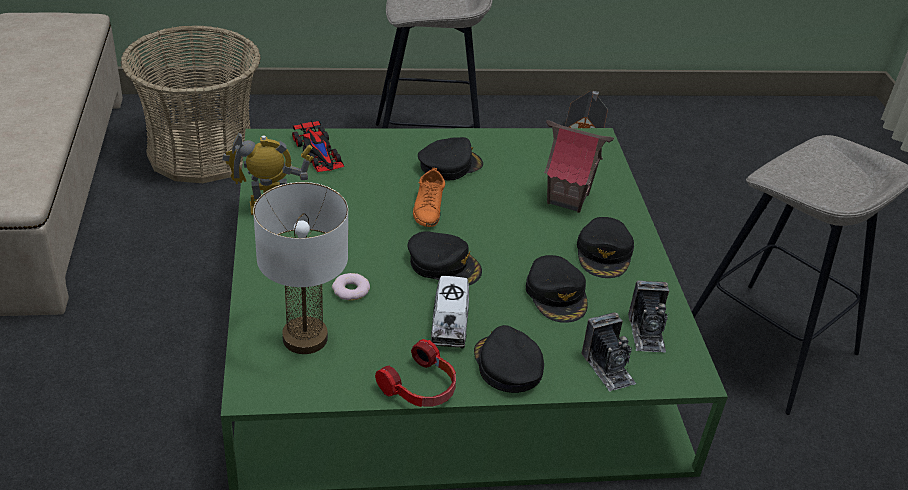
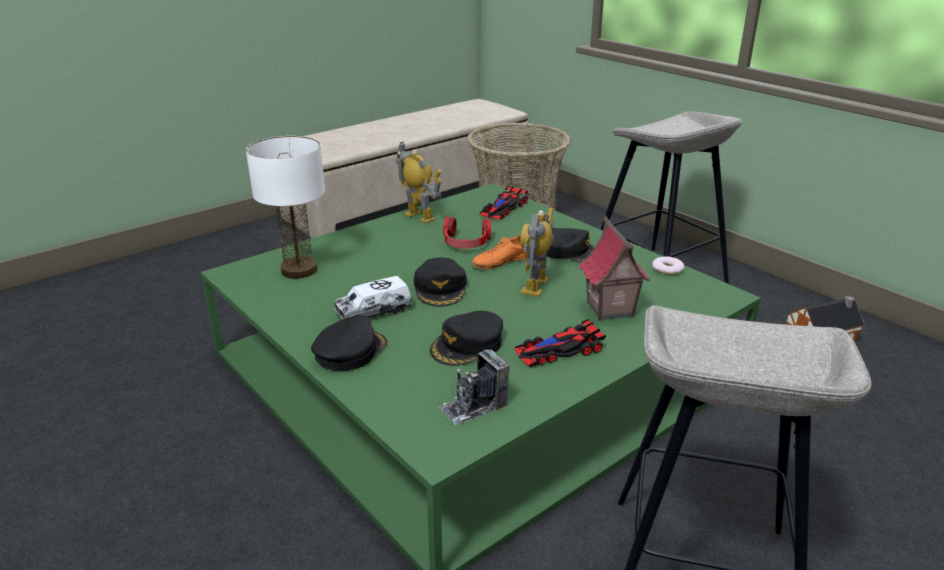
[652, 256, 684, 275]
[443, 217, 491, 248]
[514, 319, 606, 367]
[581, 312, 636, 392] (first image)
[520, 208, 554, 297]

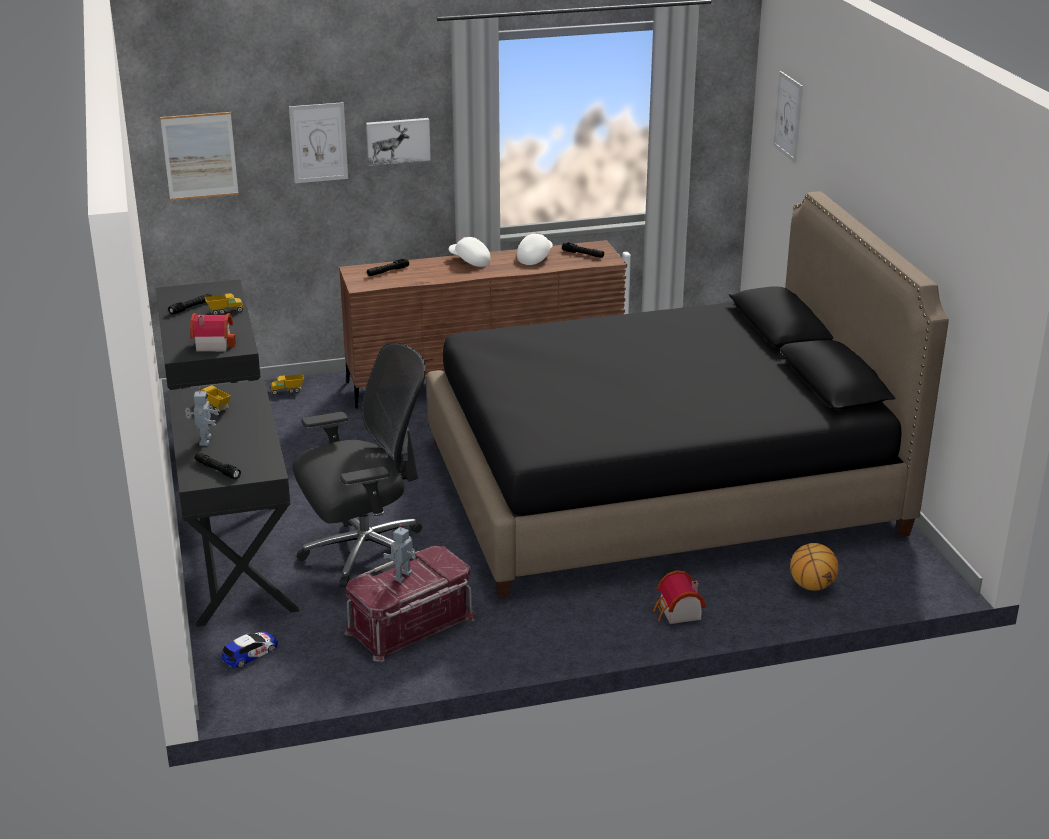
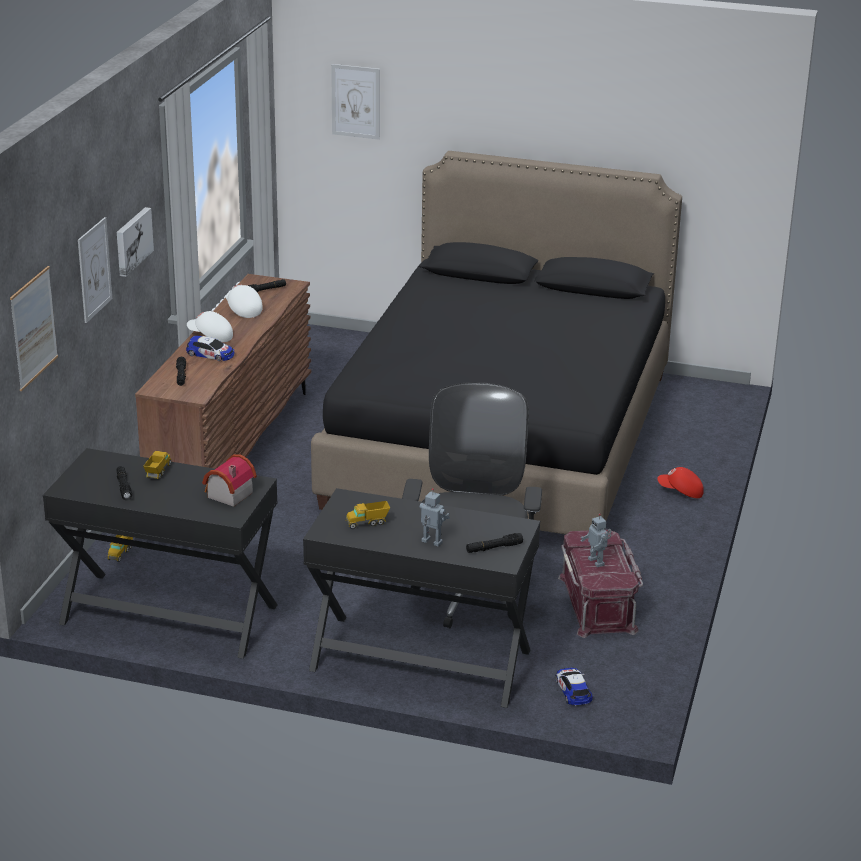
[187, 311, 233, 342]
[657, 467, 704, 498]
[790, 543, 839, 591] (first image)
[186, 336, 234, 361]

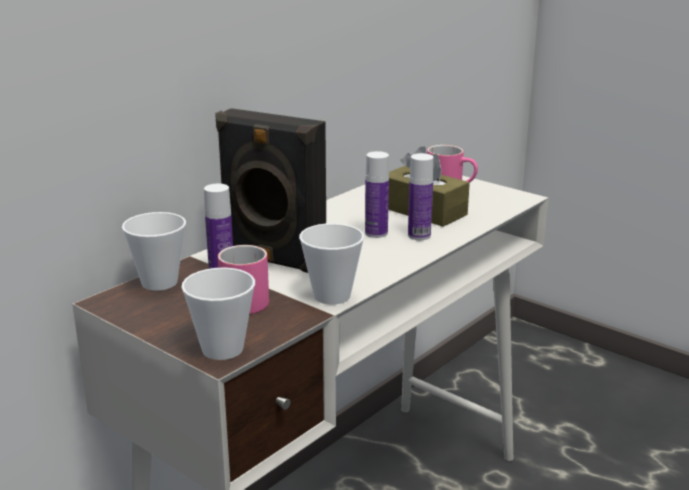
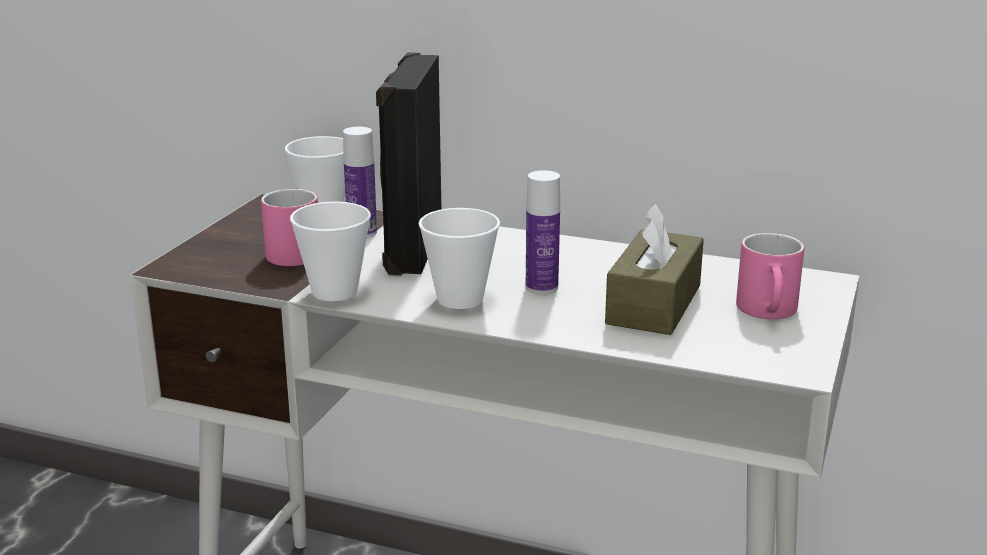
[418, 208, 500, 309]
[408, 153, 434, 240] (first image)

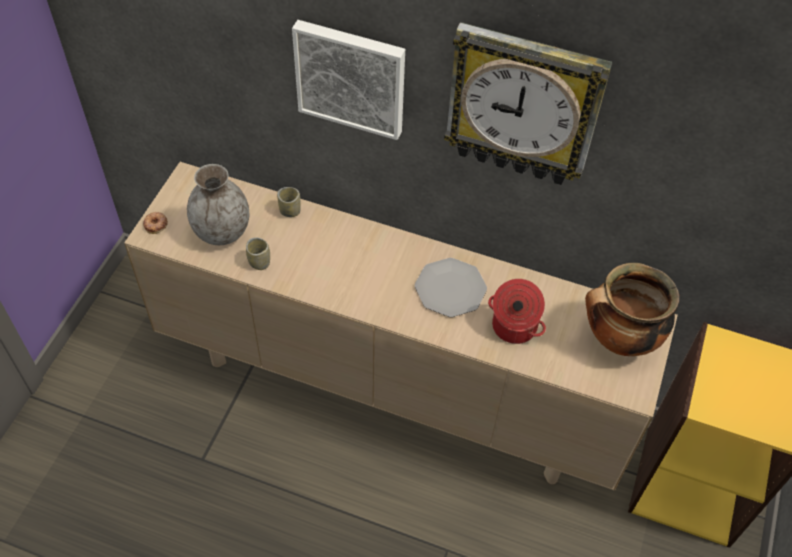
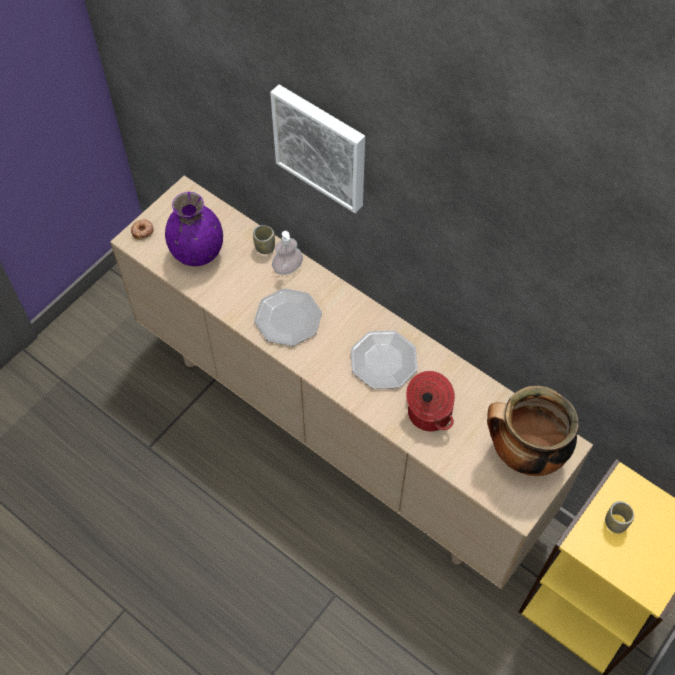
[165, 192, 223, 266]
[605, 501, 634, 533]
[444, 22, 612, 185] (first image)
[254, 288, 322, 346]
[272, 231, 303, 275]

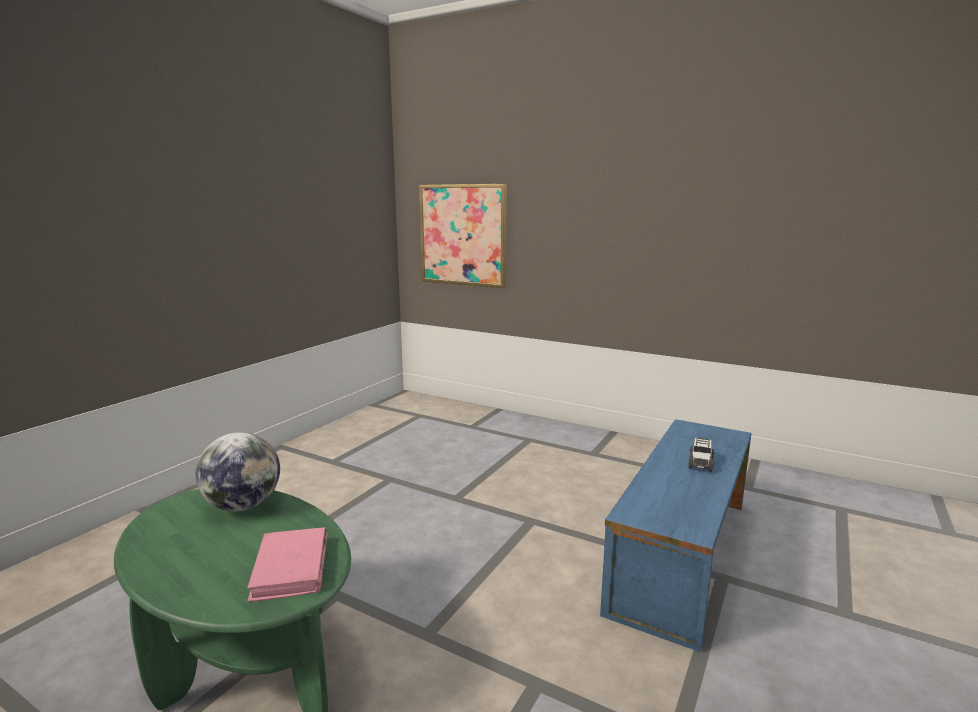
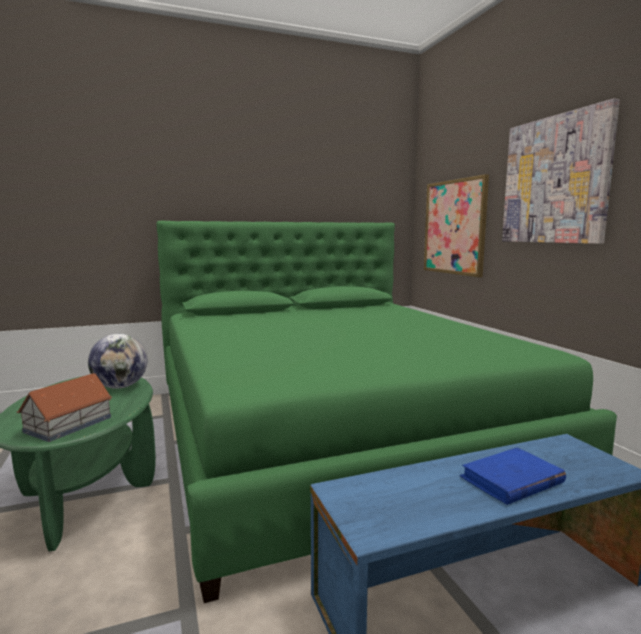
[17, 373, 112, 442]
[460, 448, 566, 505]
[156, 221, 617, 603]
[502, 98, 620, 244]

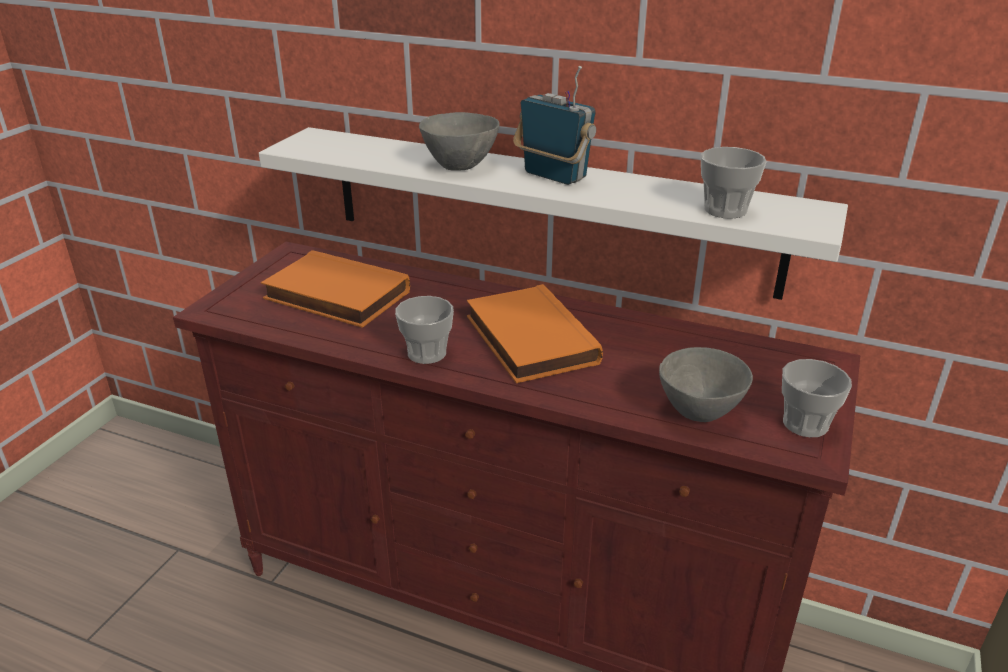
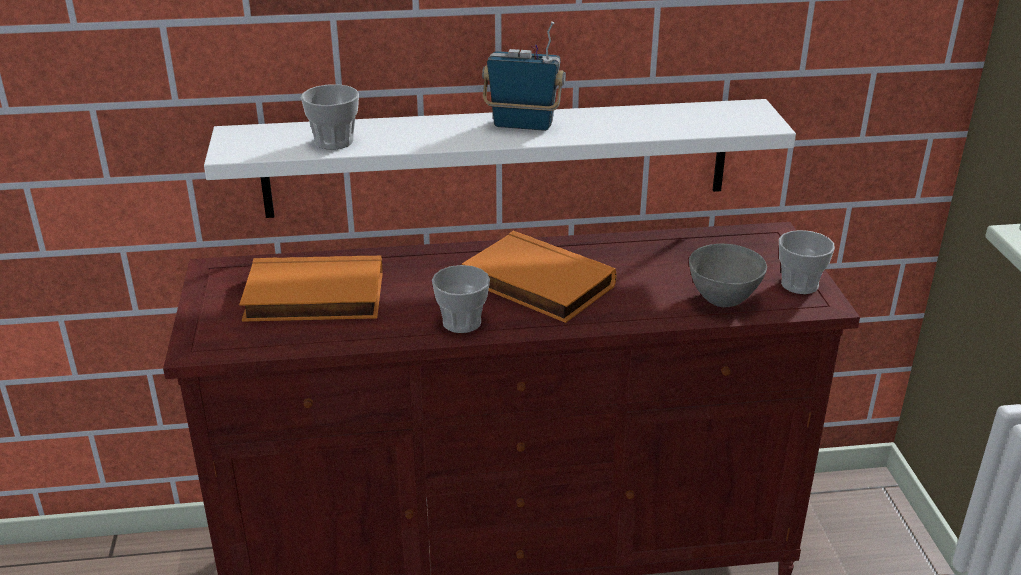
[419, 112, 500, 171] (first image)
[301, 84, 359, 149]

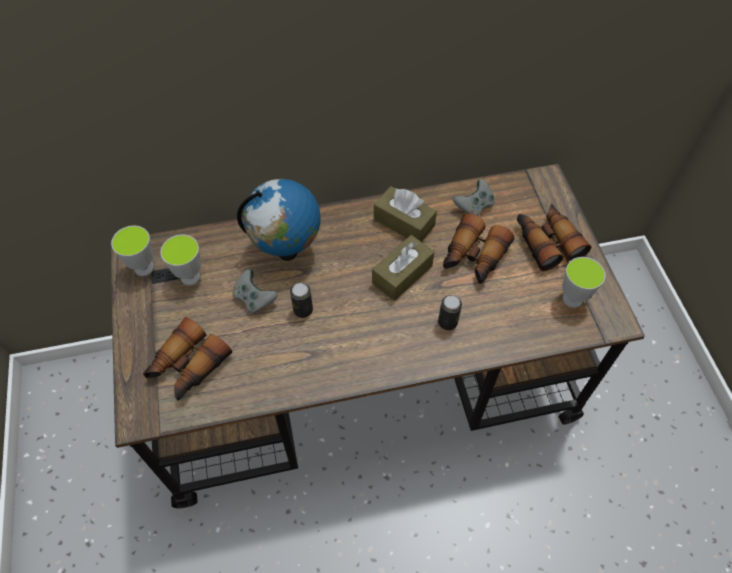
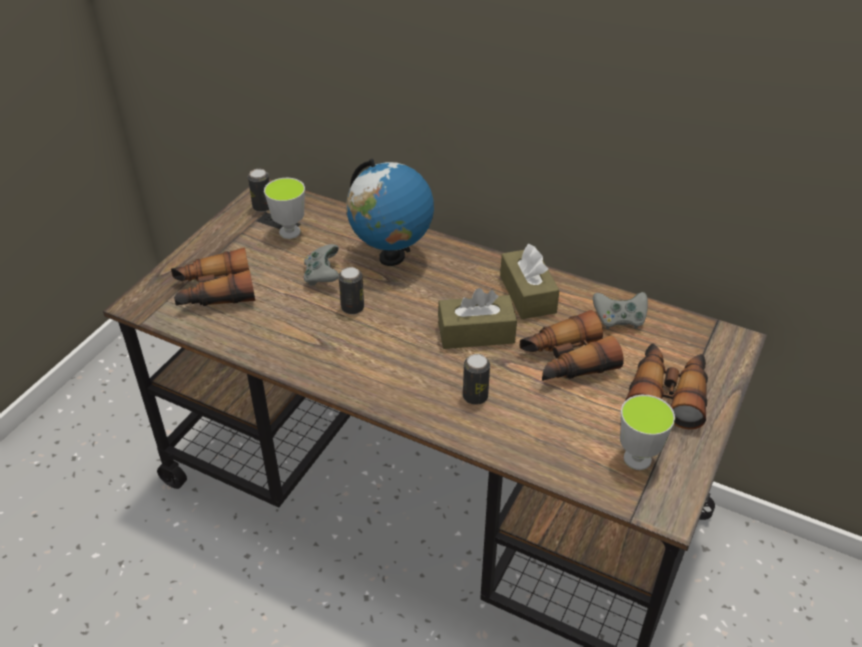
[248, 169, 270, 212]

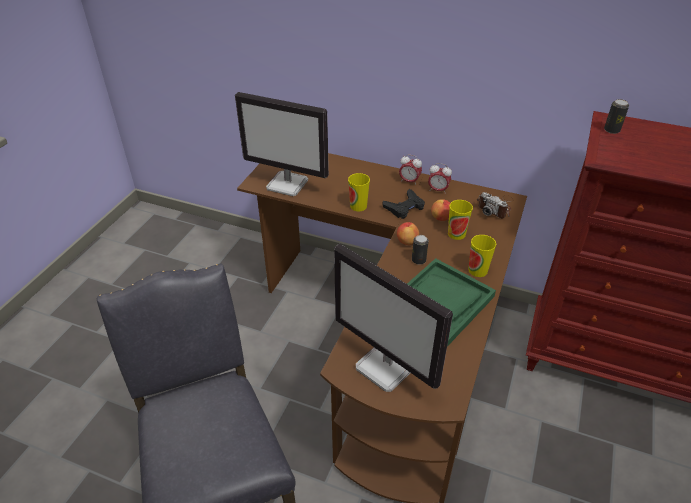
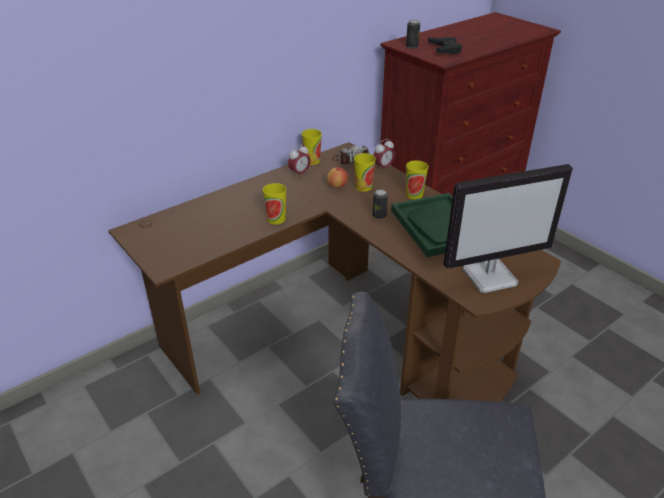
[235, 92, 329, 196] (first image)
[428, 37, 462, 54]
[397, 222, 419, 245] (first image)
[373, 139, 395, 170]
[302, 129, 322, 165]

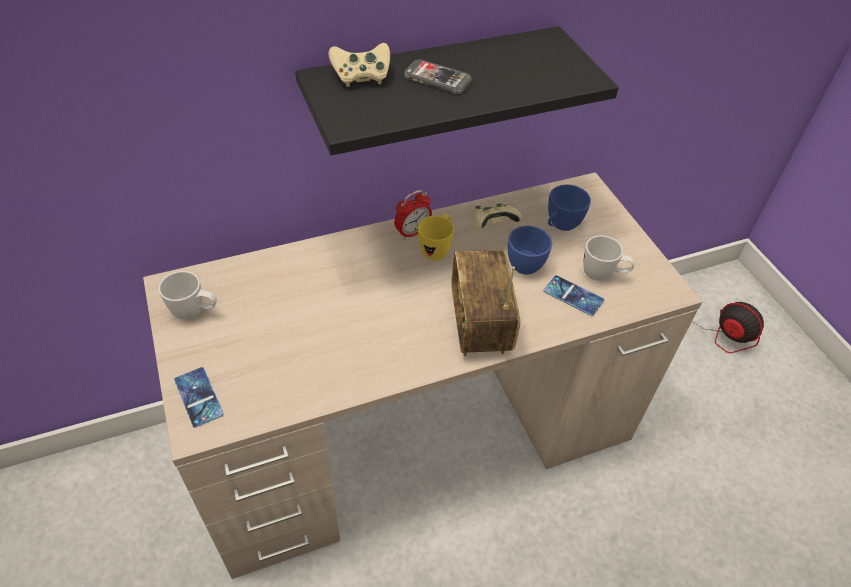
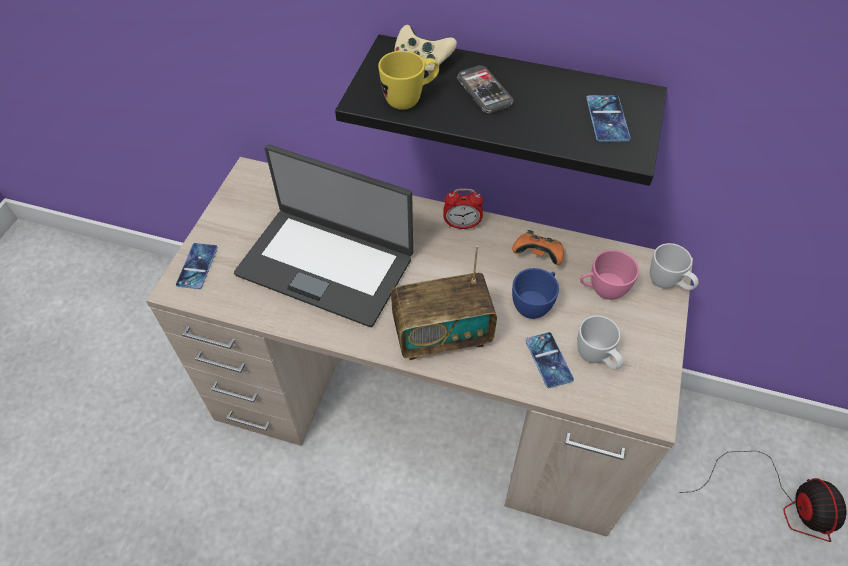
[650, 243, 699, 290]
[378, 51, 439, 110]
[391, 245, 497, 360]
[512, 230, 564, 265]
[580, 250, 639, 300]
[234, 145, 413, 327]
[586, 95, 631, 142]

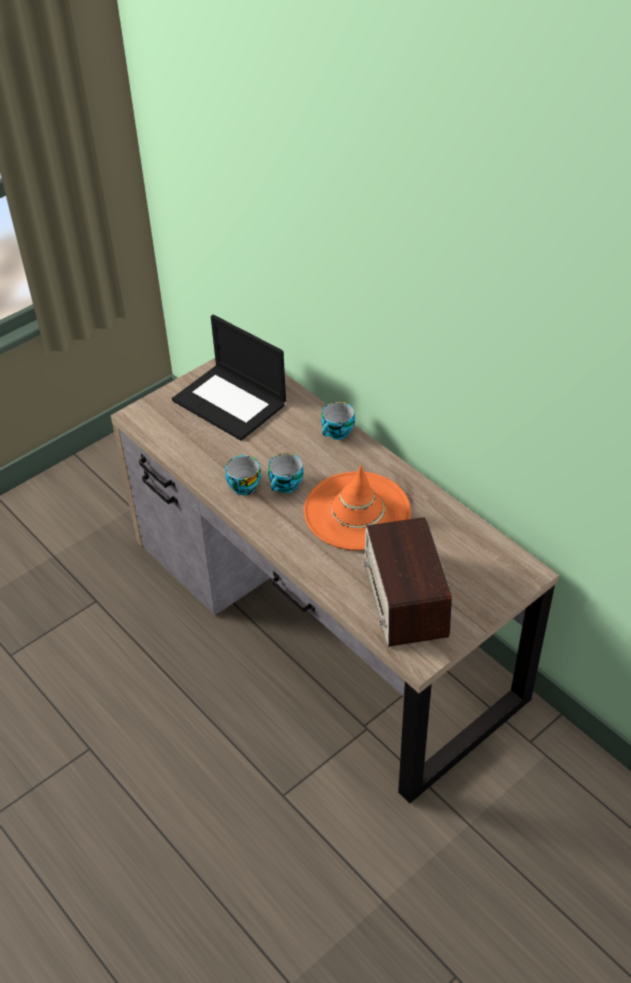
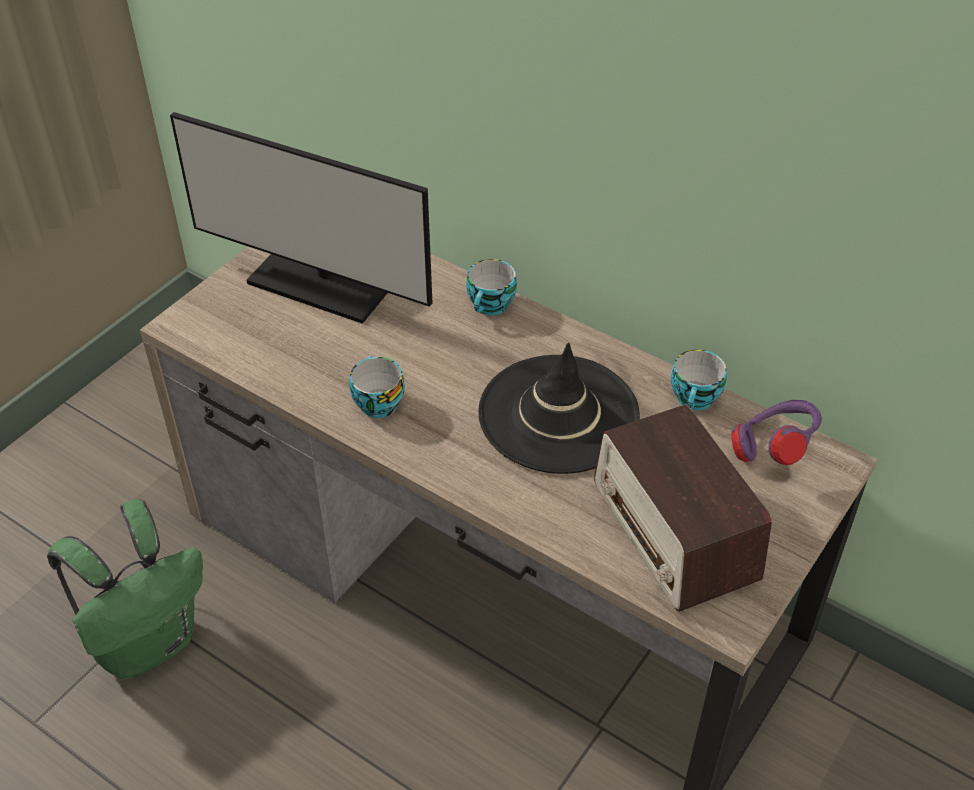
[170, 112, 432, 324]
[671, 350, 727, 410]
[478, 342, 640, 474]
[47, 499, 203, 679]
[731, 400, 822, 465]

